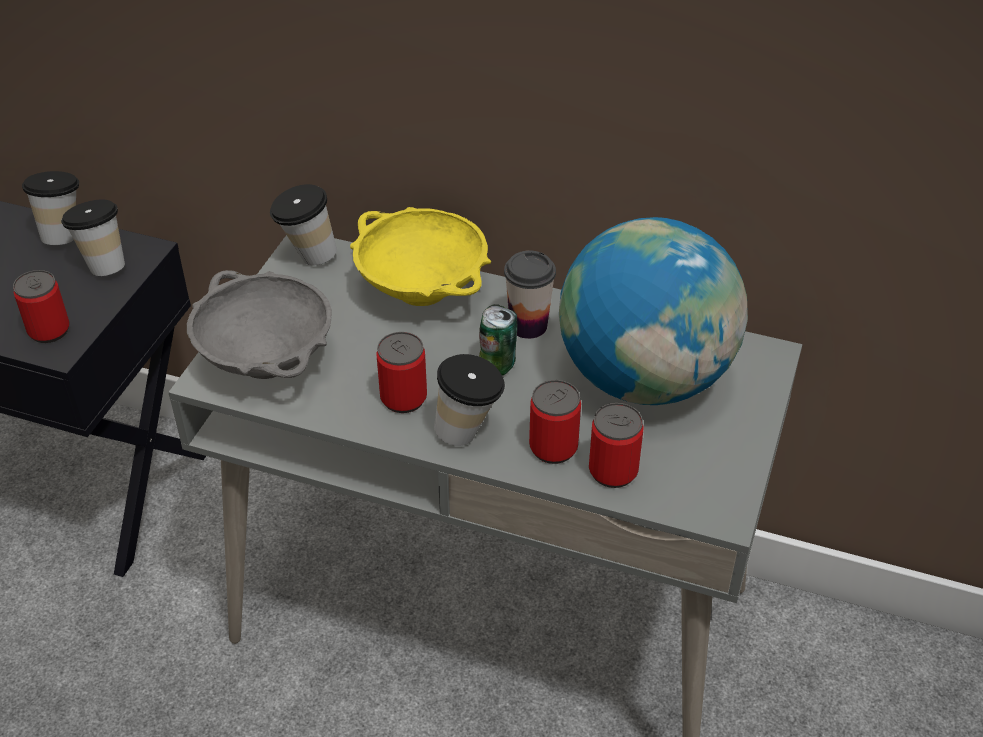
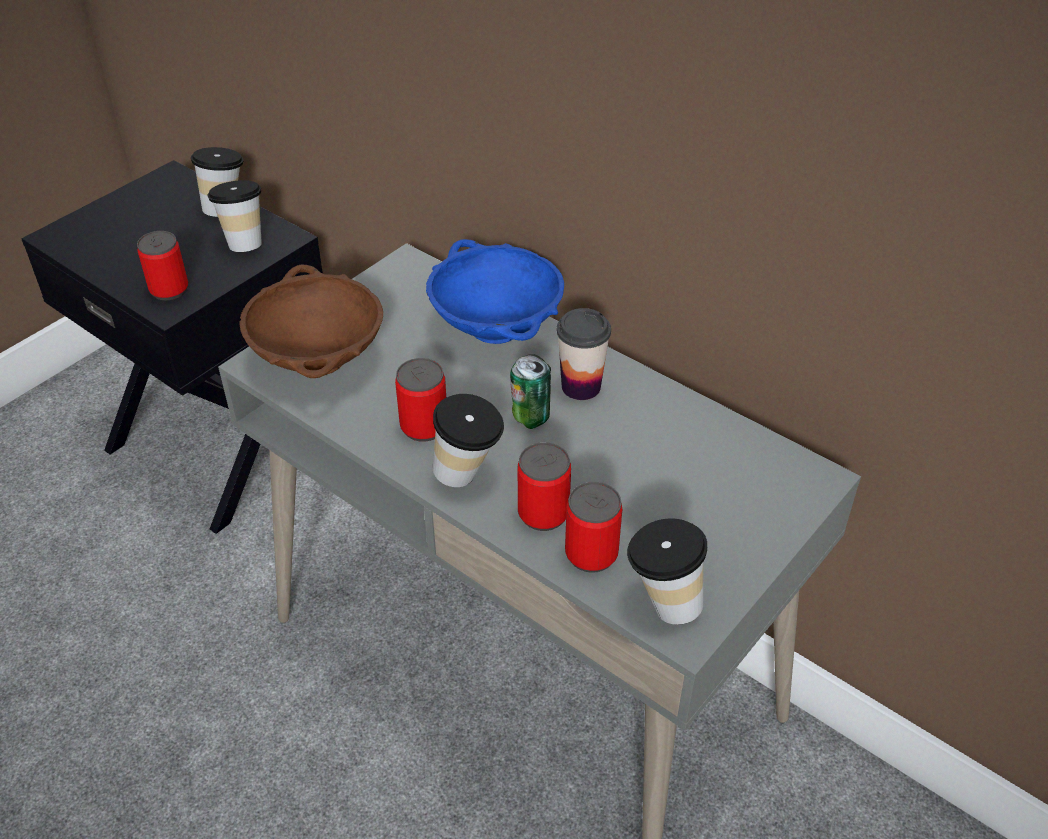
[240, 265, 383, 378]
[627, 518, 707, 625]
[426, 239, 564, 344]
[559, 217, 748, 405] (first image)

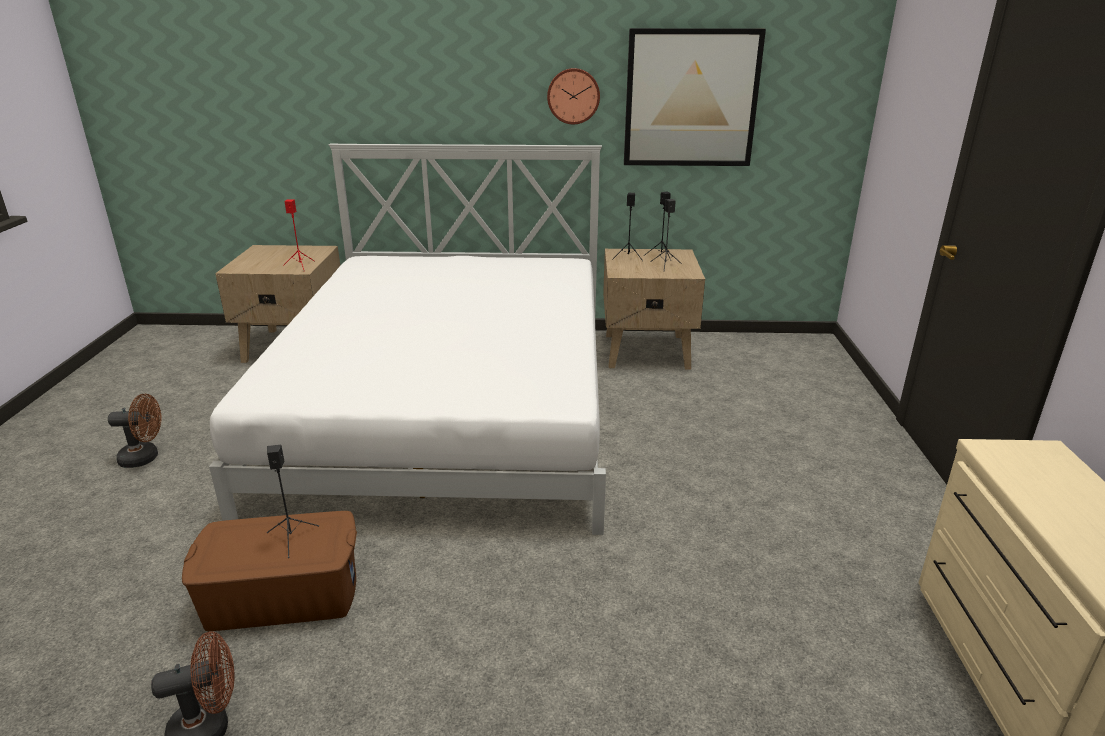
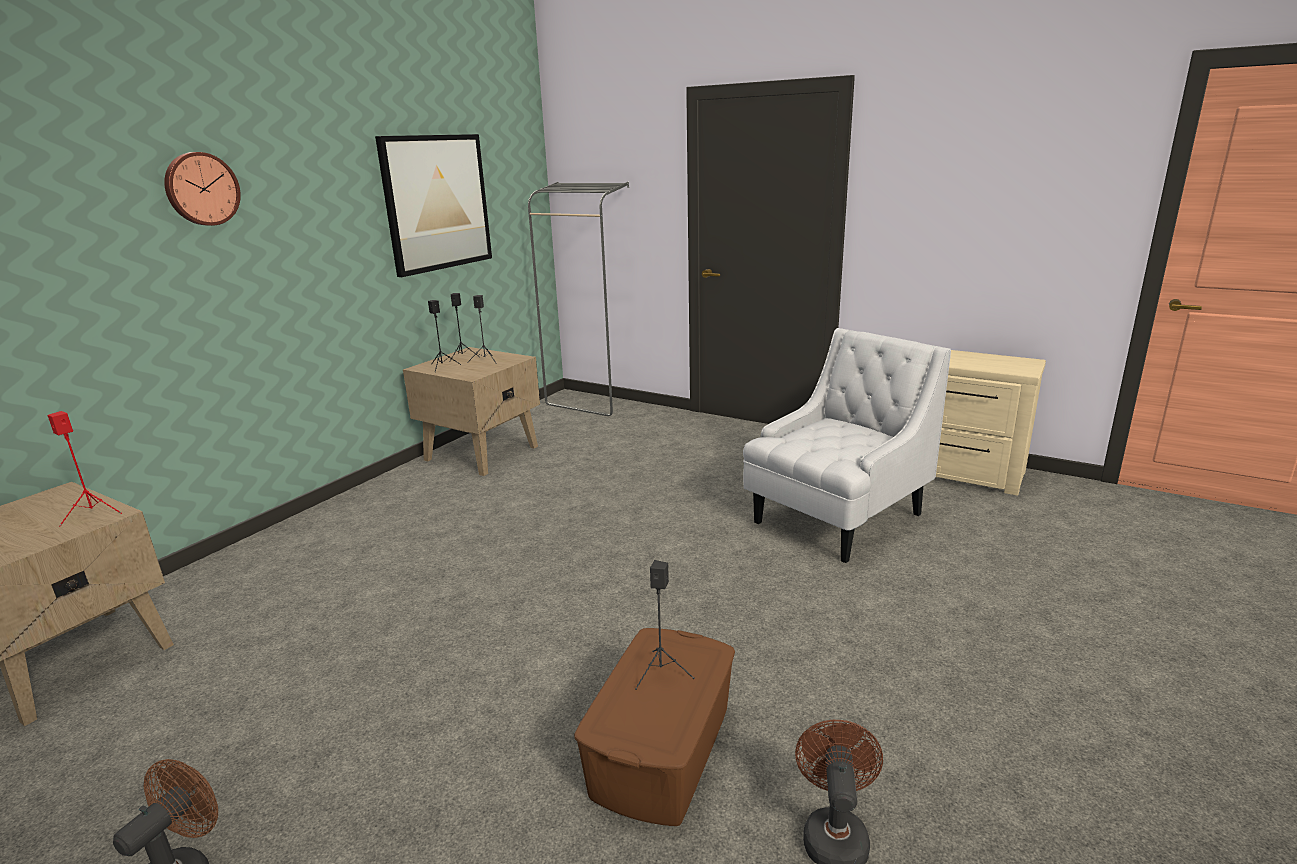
[209, 143, 606, 535] (first image)
[164, 152, 241, 226]
[528, 182, 629, 416]
[743, 328, 951, 563]

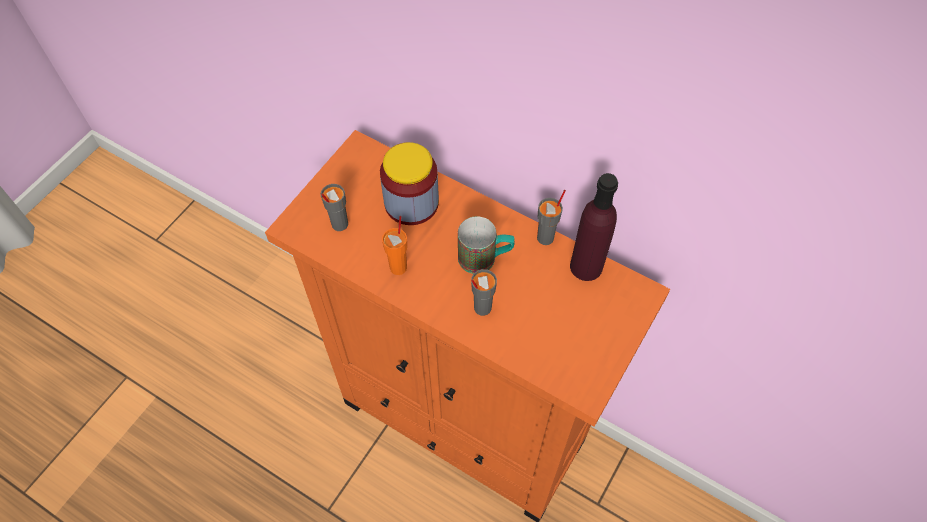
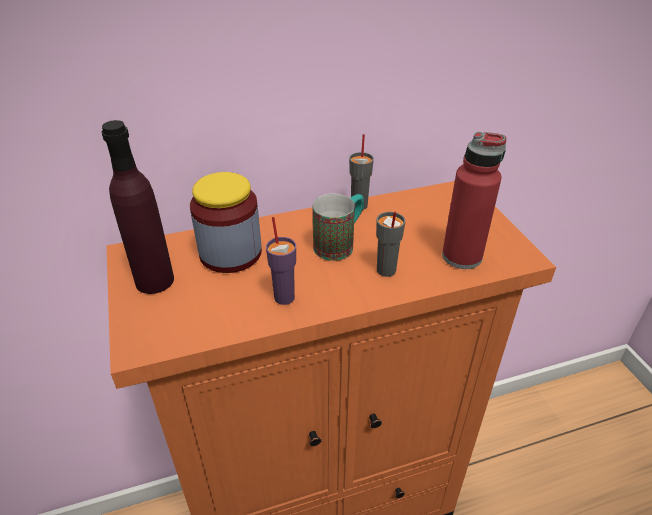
[320, 184, 348, 231] (first image)
[266, 217, 296, 305]
[102, 120, 174, 294]
[442, 132, 506, 269]

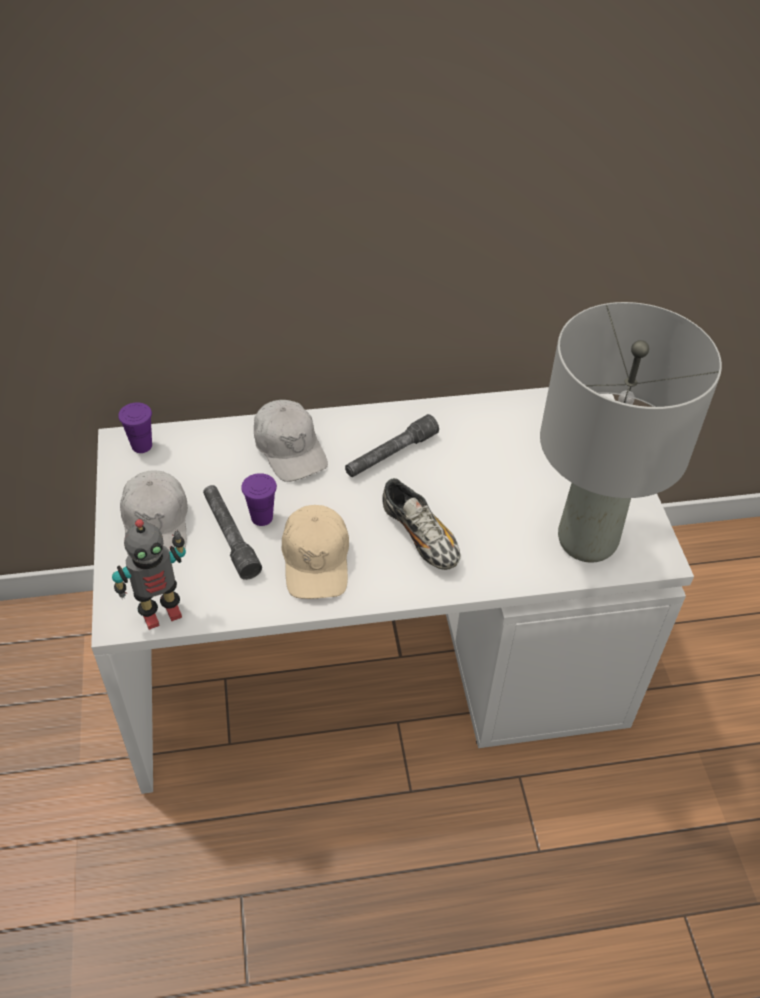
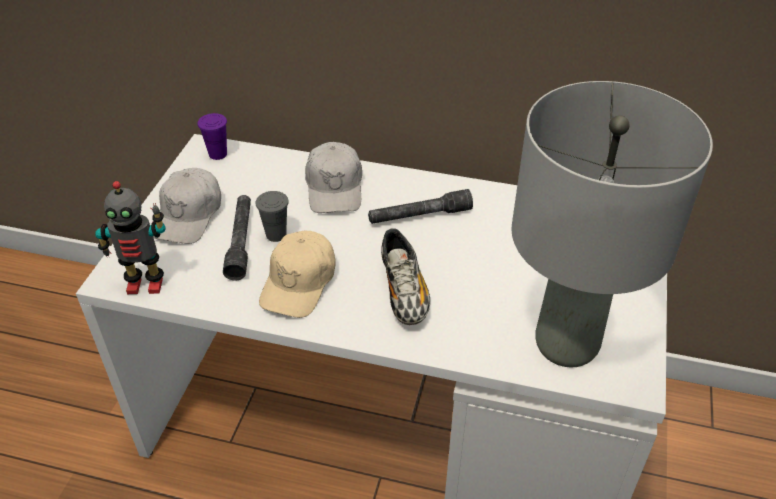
[256, 191, 289, 242]

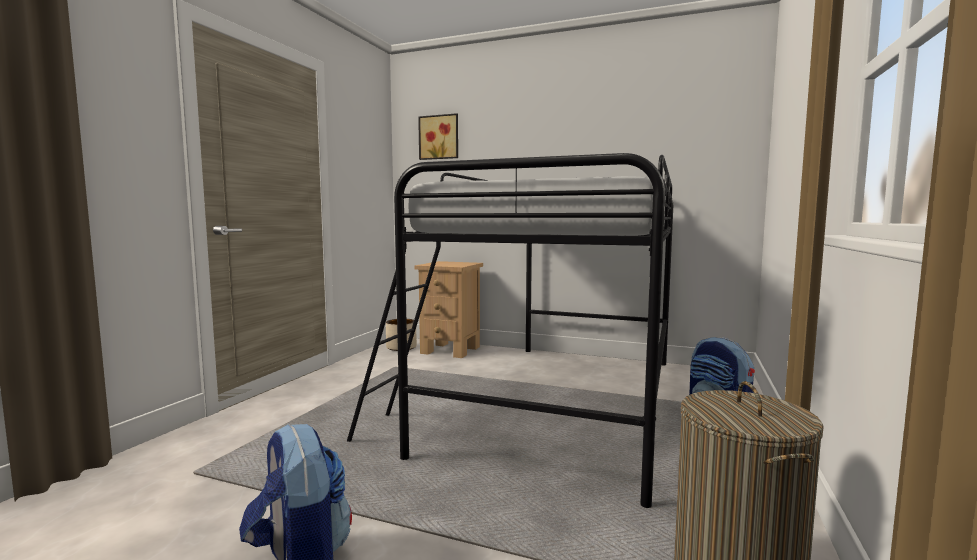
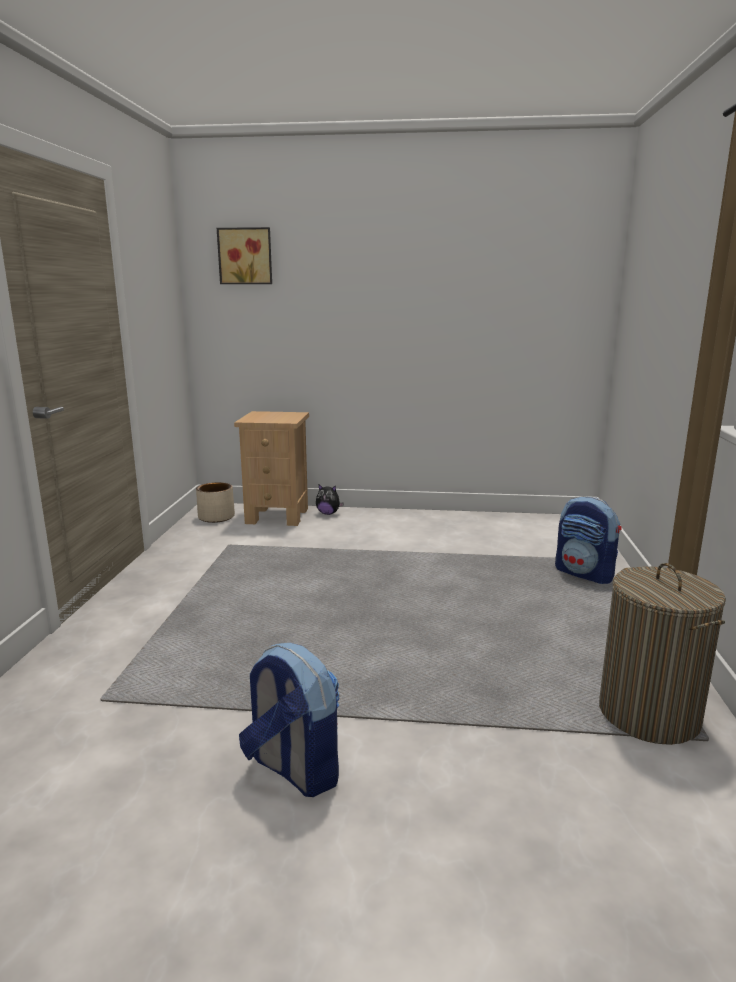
[347, 153, 673, 508] (first image)
[316, 485, 343, 515]

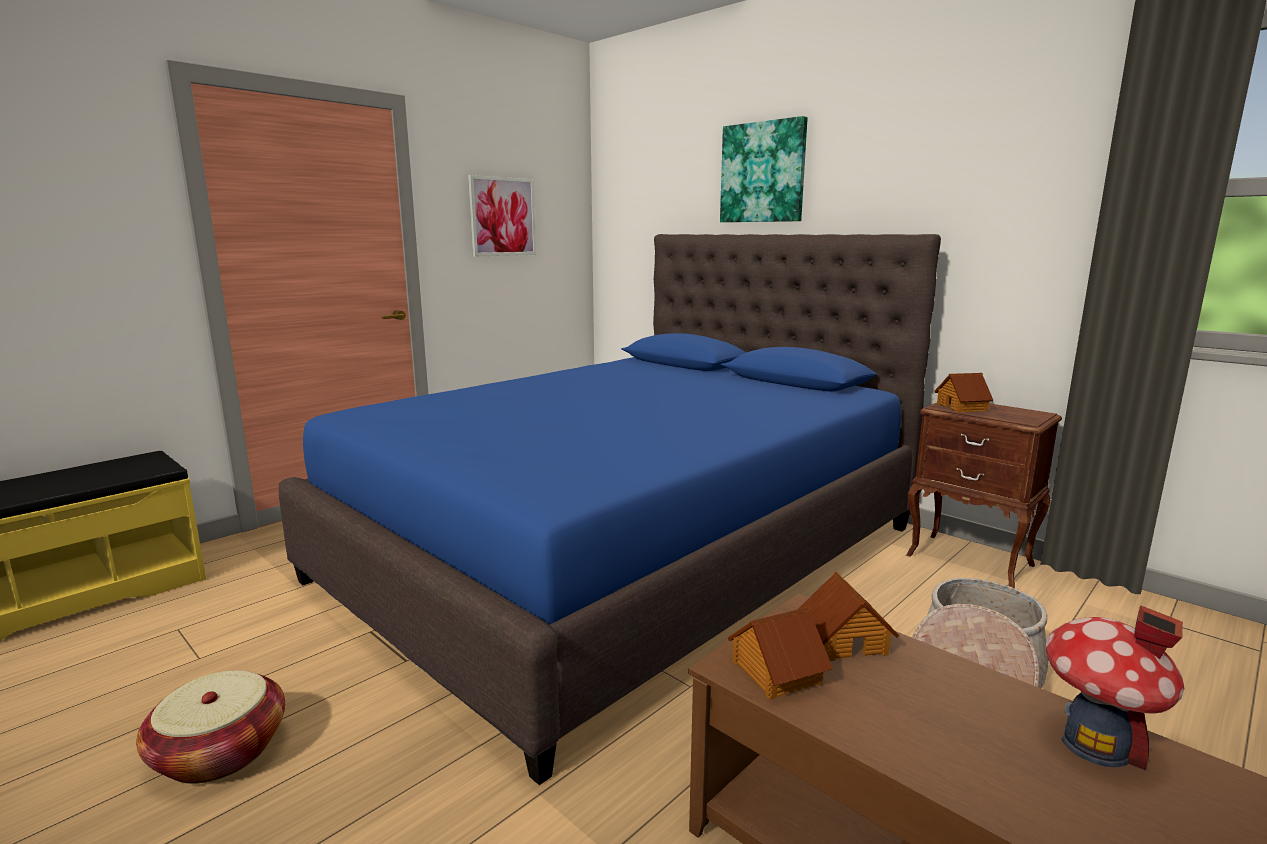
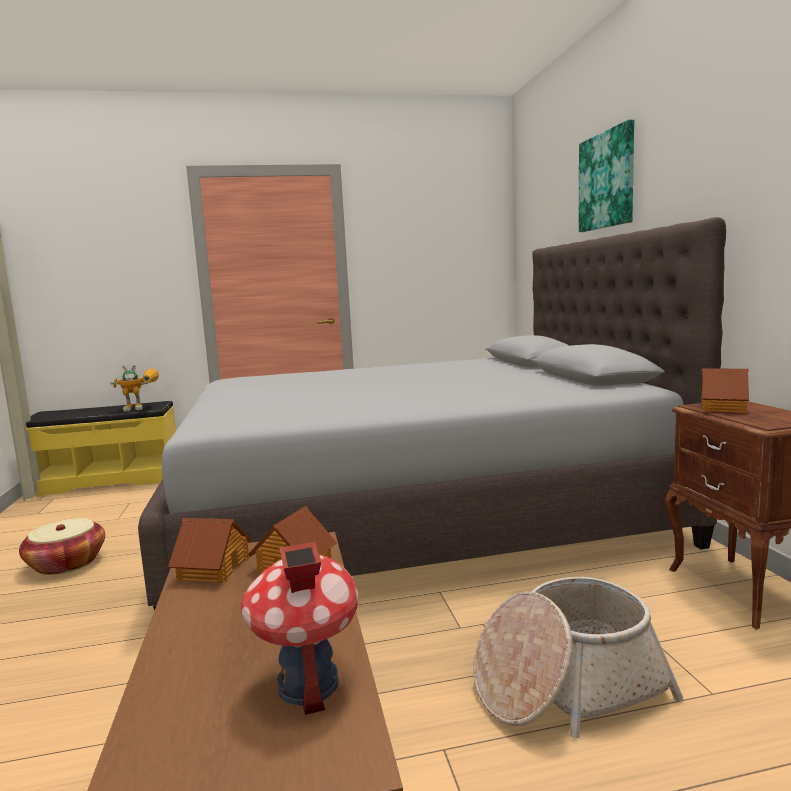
[138, 217, 726, 611]
[468, 175, 536, 256] (first image)
[110, 364, 159, 412]

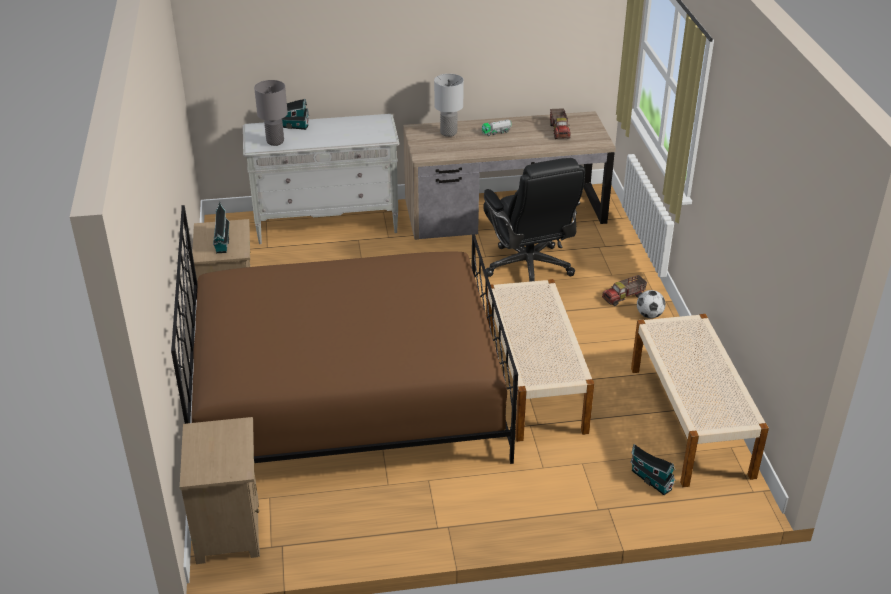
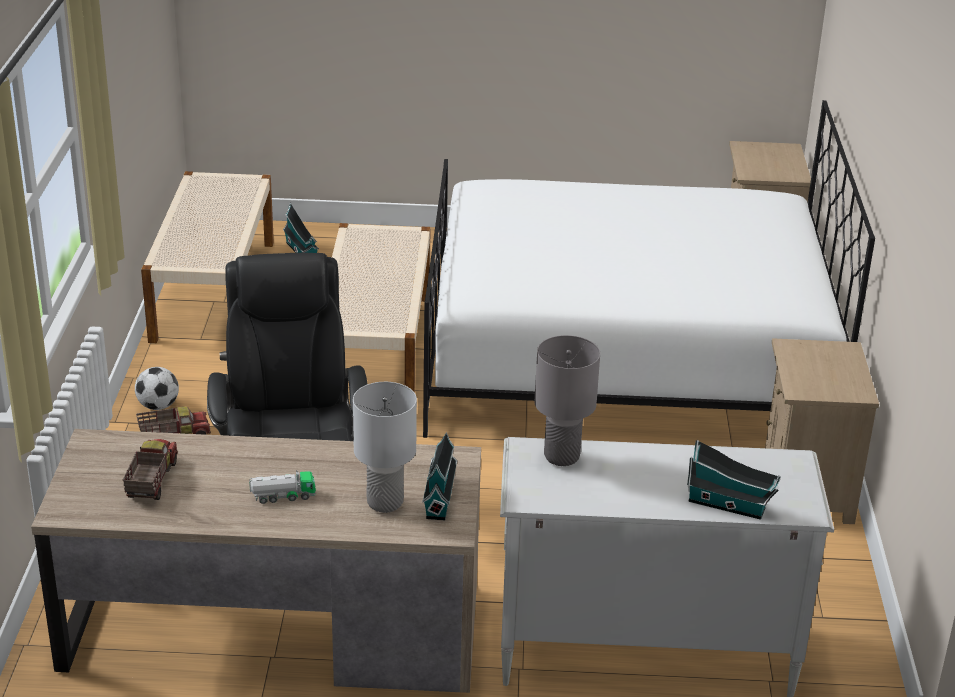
[423, 100, 875, 438]
[422, 432, 457, 520]
[534, 335, 600, 466]

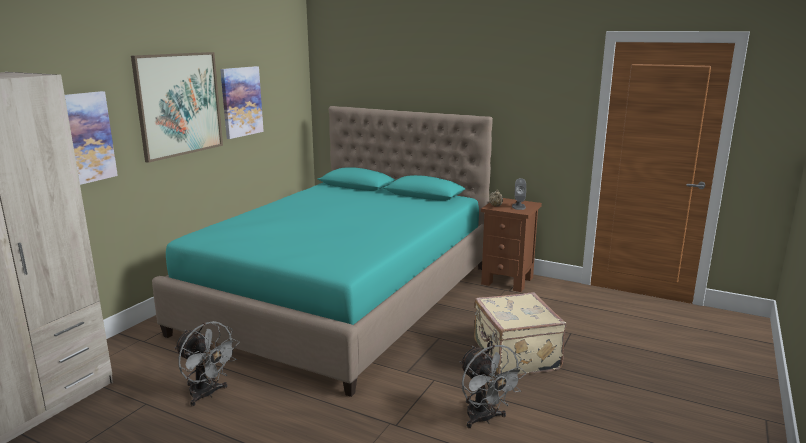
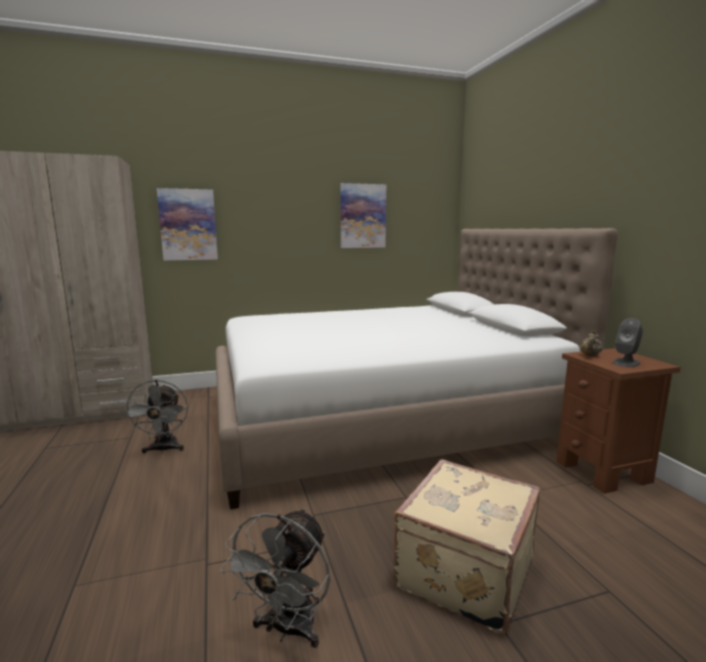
[131, 52, 223, 163] (first image)
[215, 228, 618, 509]

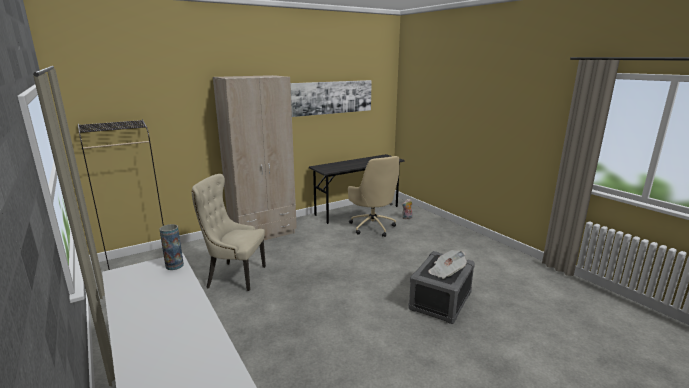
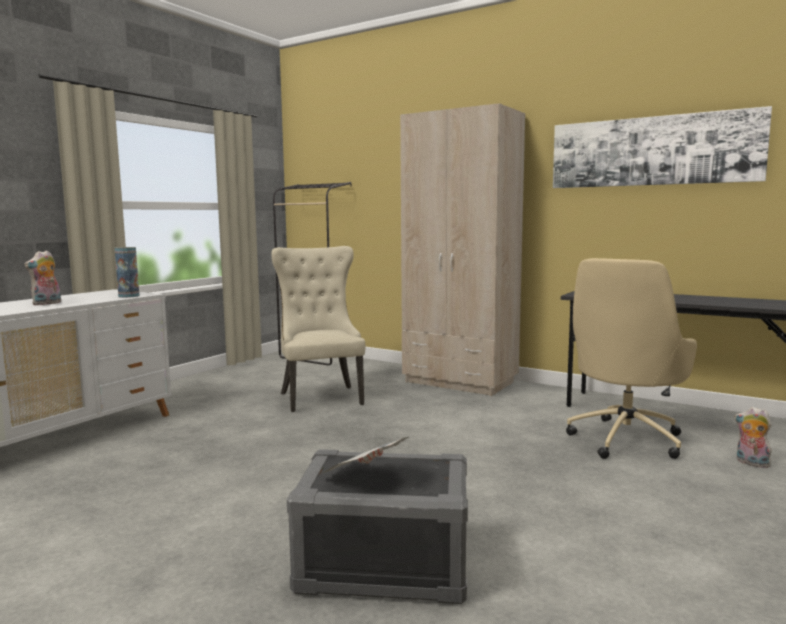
[24, 250, 61, 305]

